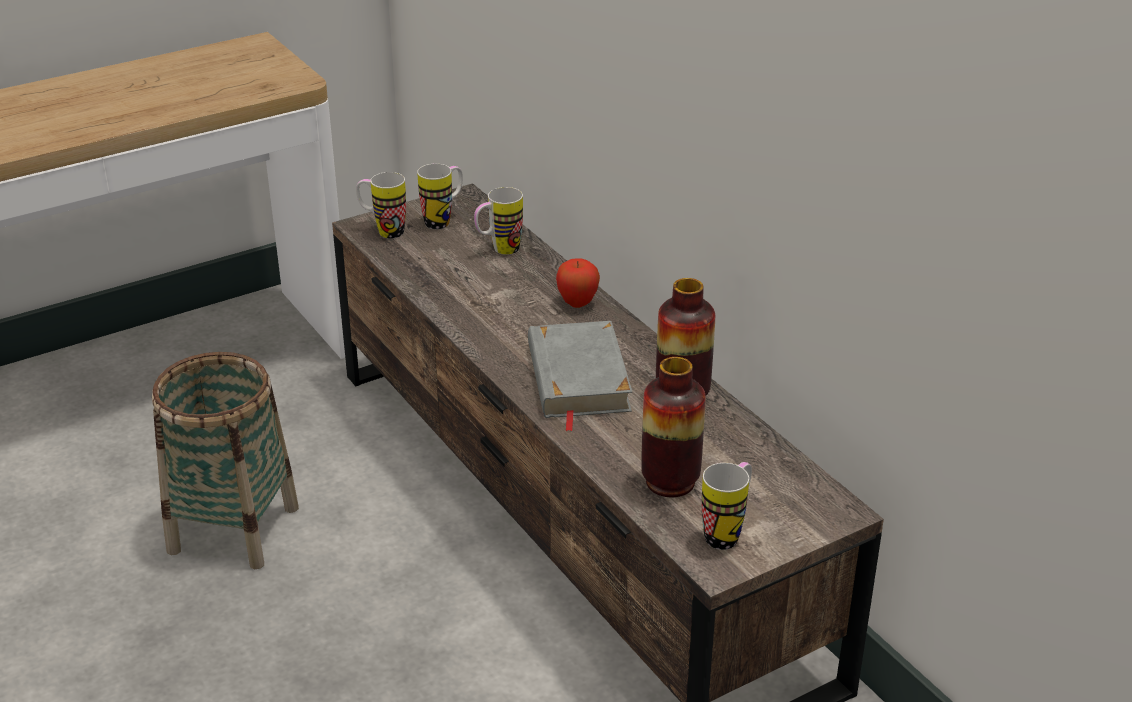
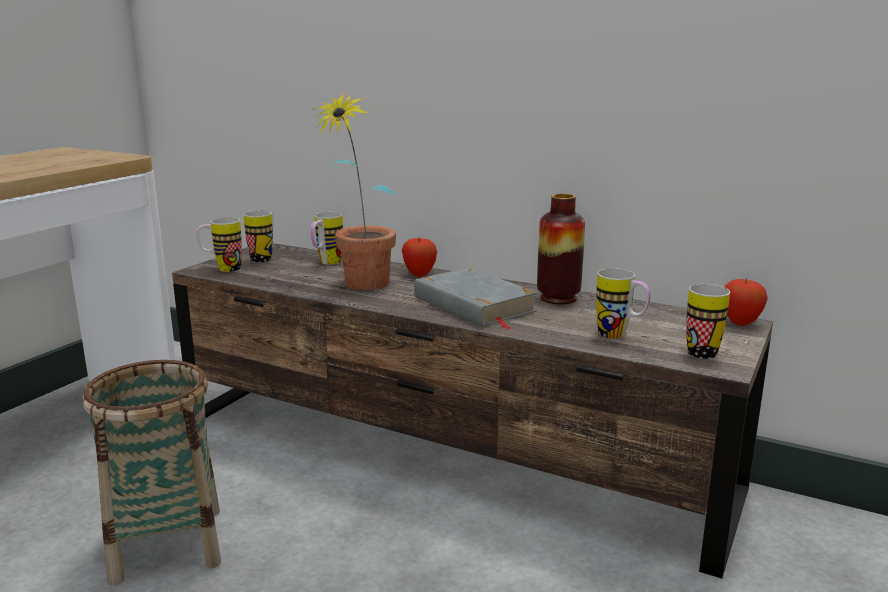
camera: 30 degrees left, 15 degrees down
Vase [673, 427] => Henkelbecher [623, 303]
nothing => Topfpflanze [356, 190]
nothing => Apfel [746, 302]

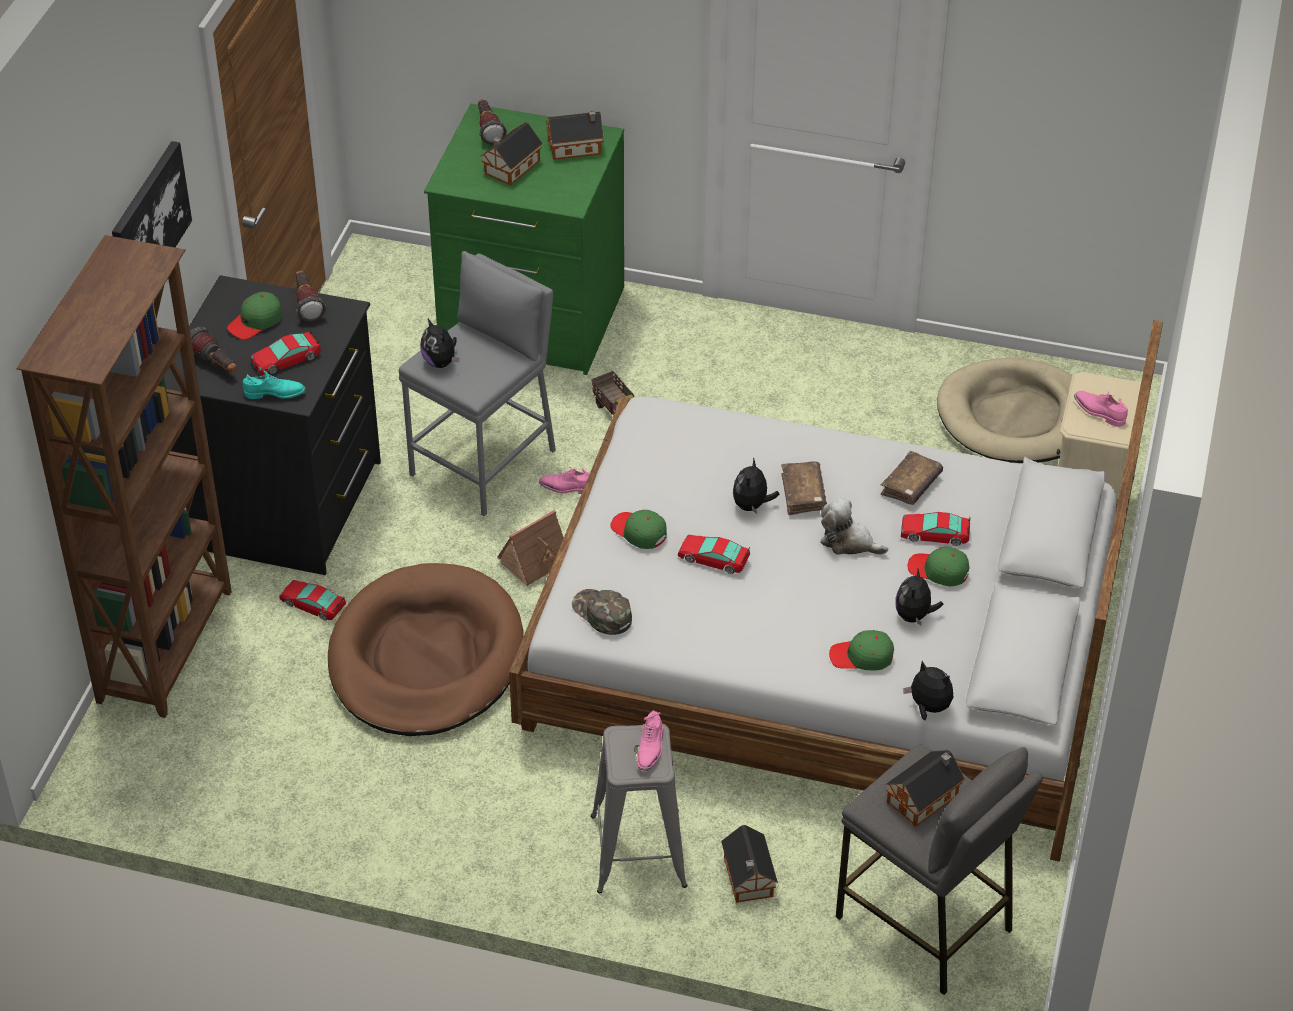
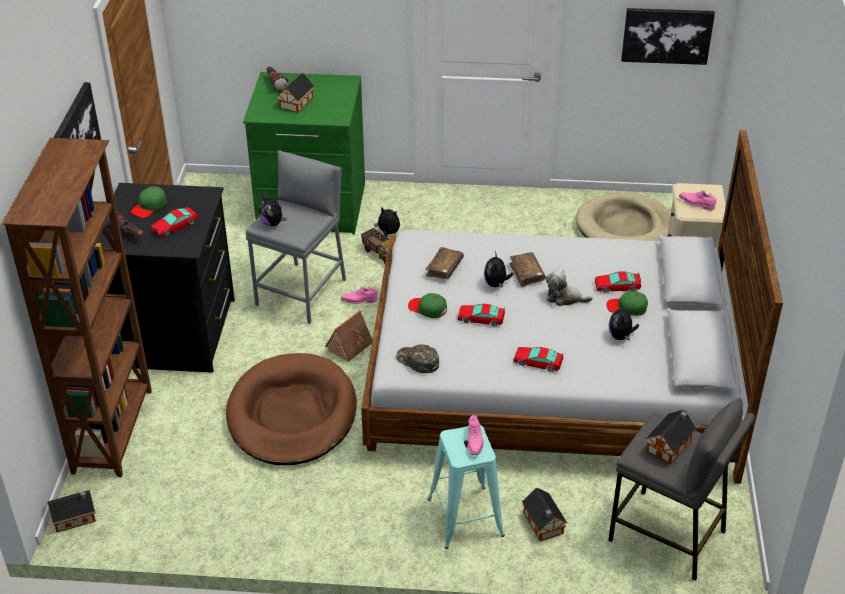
camera: 10 degrees left, 5 degrees down
Schuh (türkis) [274, 385] => nothing
Spielzeugauto [313, 600] => Spielzeugauto [538, 359], moved
Taschenlampe [310, 296] => nothing
Spielzeughaus [575, 135] => Spielzeughaus [72, 511], moved
Hocker (grau) [639, 808] => Hocker (türkis) [466, 487]
Kappe (grün) [861, 650] => nothing
Buch (braun) [912, 478] => Buch (braun) [444, 263], moved
Plüschtier [928, 690] => Plüschtier [387, 221], moved
nothing => Bild [668, 36]

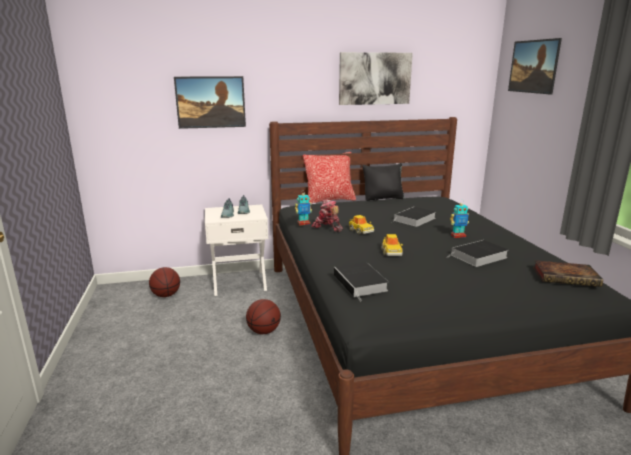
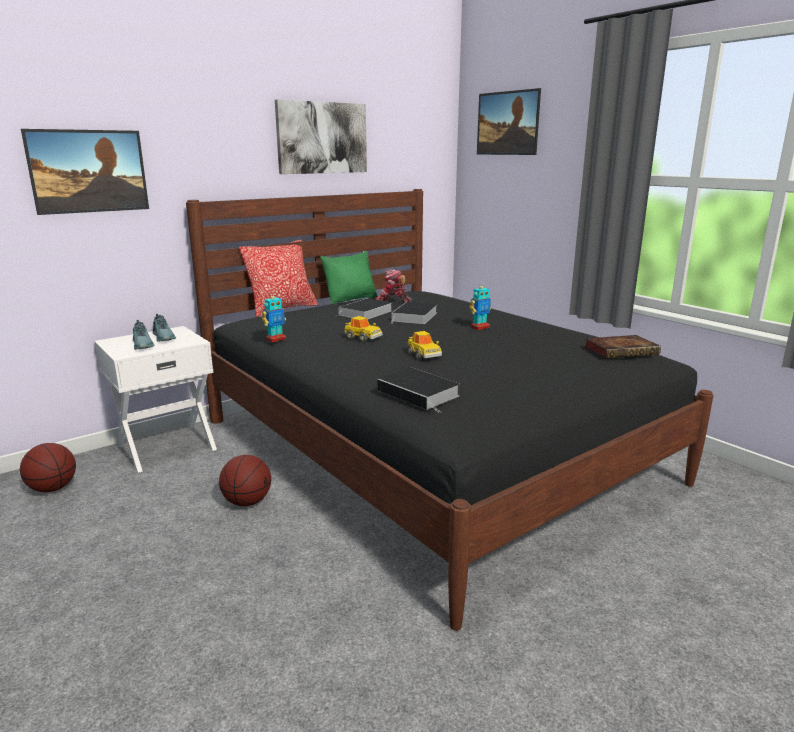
camera: 25 degrees left, 0 degrees up
Spielzeugroboter [327, 215] => Spielzeugroboter [394, 286], moved
Kissen (schwarz) [383, 182] => Kissen (grün) [349, 277]
Buch [477, 253] => Buch [363, 309], moved

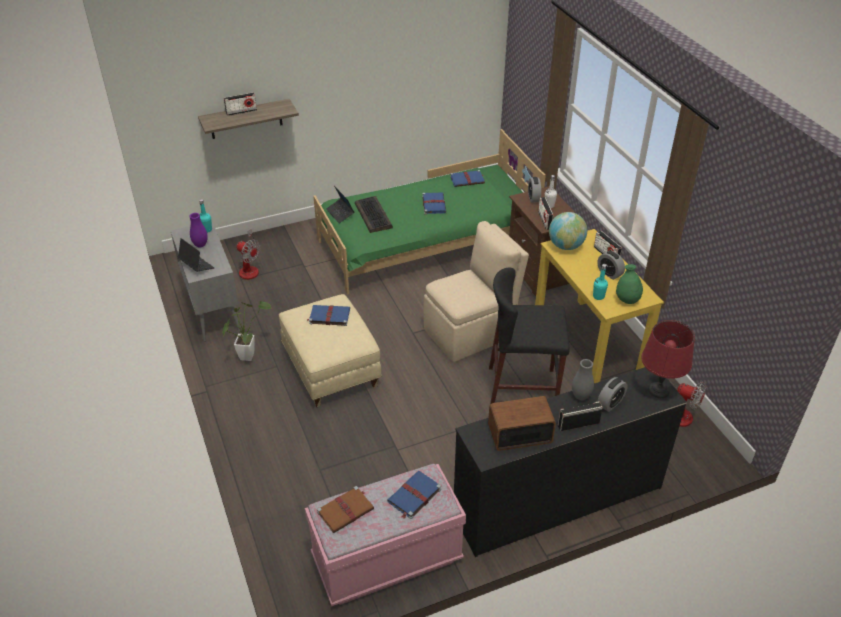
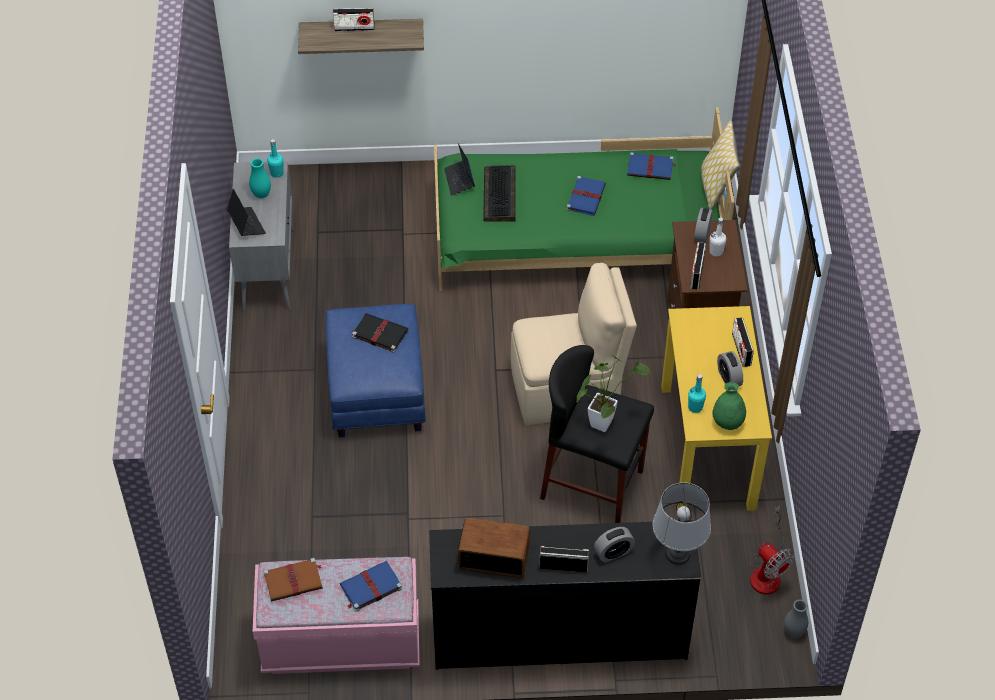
camera: 20 degrees right, 10 degrees up
Vase (lila) [198, 230] => Vase (türkis) [260, 178]
Topfpflanze [247, 331] => Topfpflanze [613, 393], moved
Ventilator [248, 254] => nothing
Polsterhocker (beige) [330, 350] => Polsterhocker (blau) [376, 370]
Buch (blau) [328, 315] => Buch (schwarz) [380, 333]
Globus [568, 231] => nothing
Vase (grau) [583, 379] => Vase (grau) [796, 618], moved
Tischlampe (rot) [668, 359] => Tischlampe (grau) [681, 523]
nothing => Kissen [720, 164]

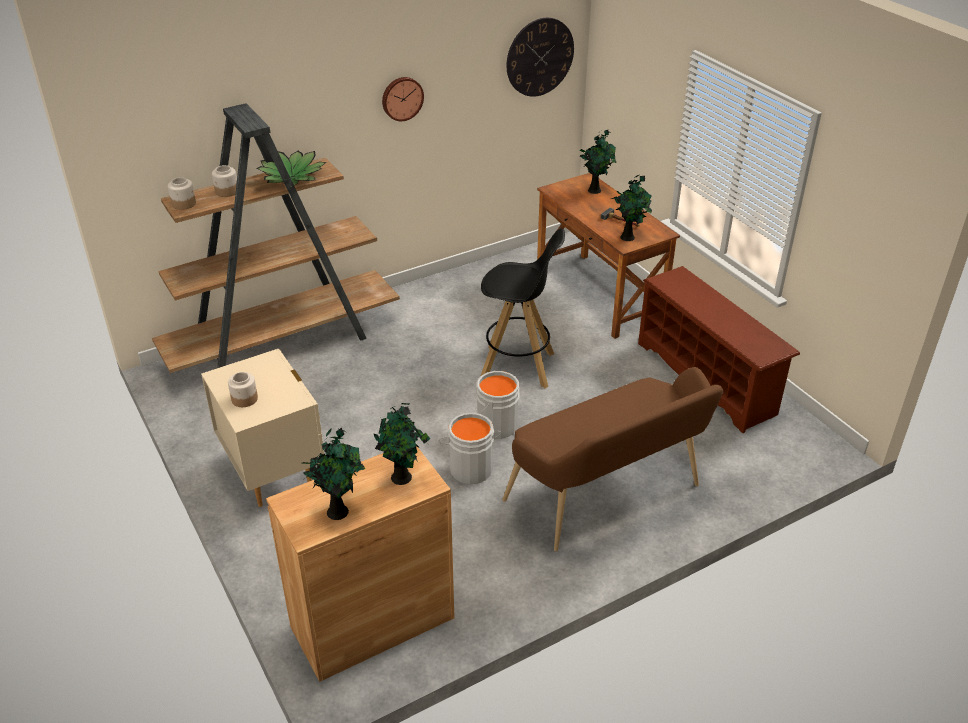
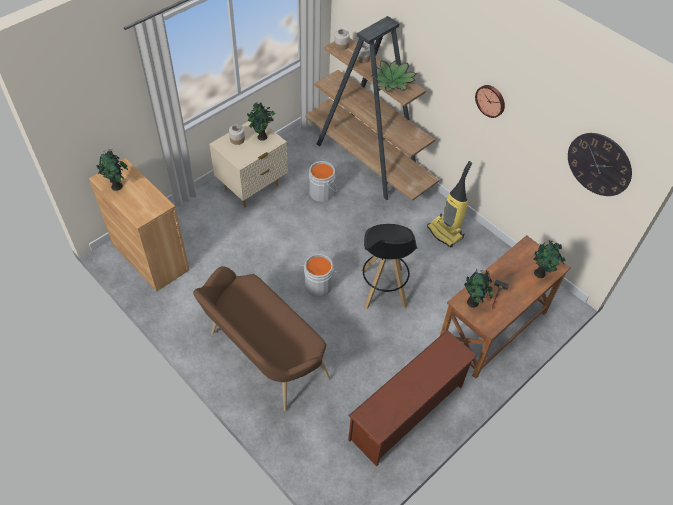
camera: 75 degrees right, 15 degrees up
Topfpflanze [402, 444] => Topfpflanze [261, 121], moved
Eimer (grau) [469, 448] => Eimer (grau) [323, 181], moved
nothing => Staubsauger [449, 204]

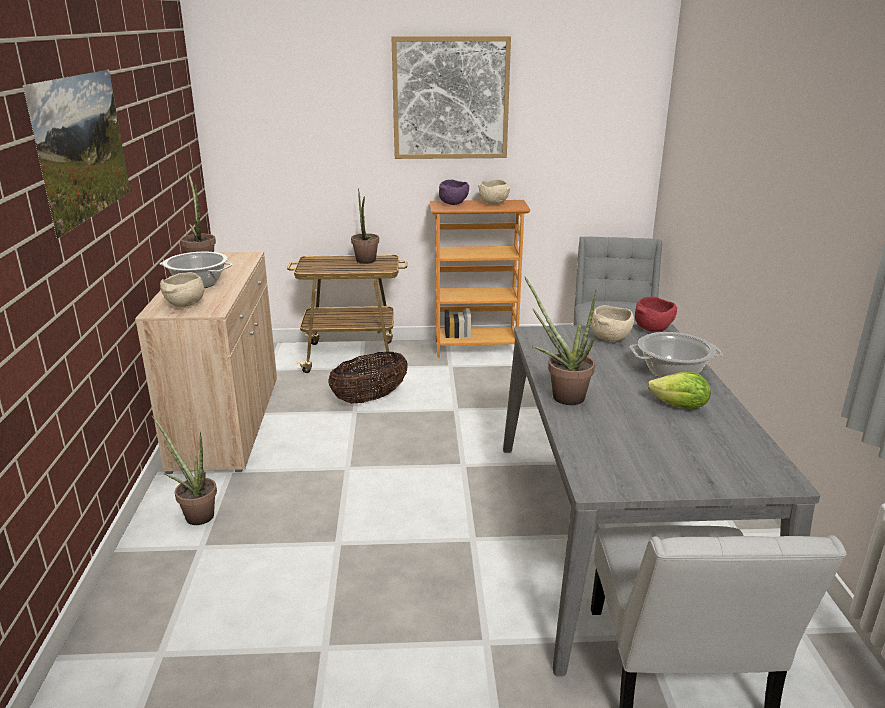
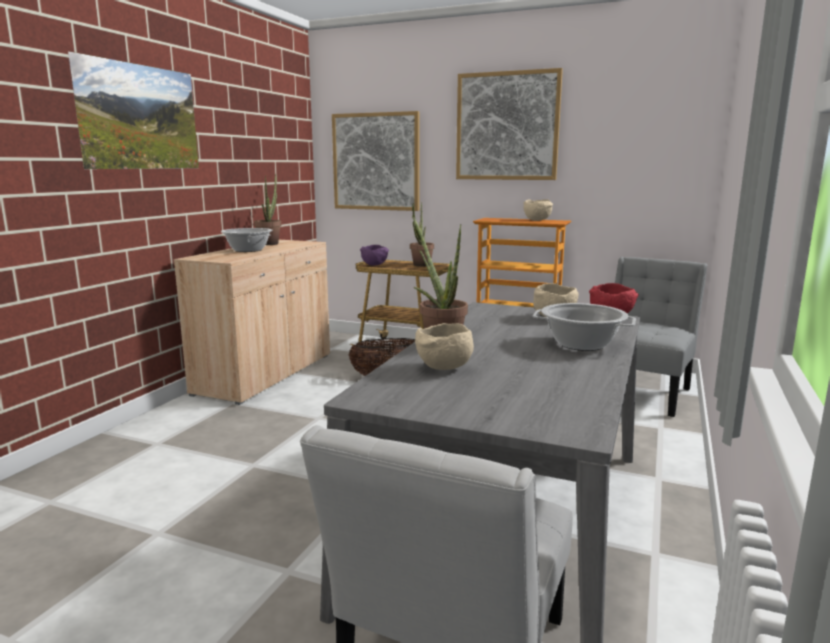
camera: 25 degrees right, 10 degrees down
Topfpflanze [184, 470] => nothing
Schüssel (beige) [182, 289] => Schüssel (beige) [444, 346], moved
Schüssel (lila) [454, 192] => Schüssel (lila) [374, 255], moved
Salatkopf [679, 390] => nothing
nothing => Bild [376, 161]

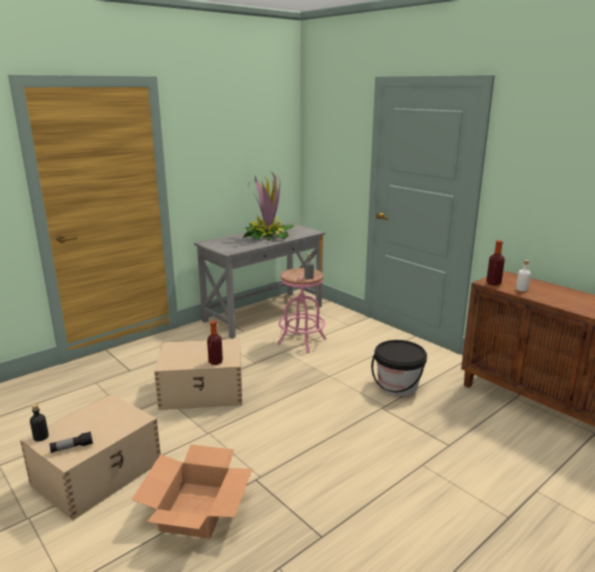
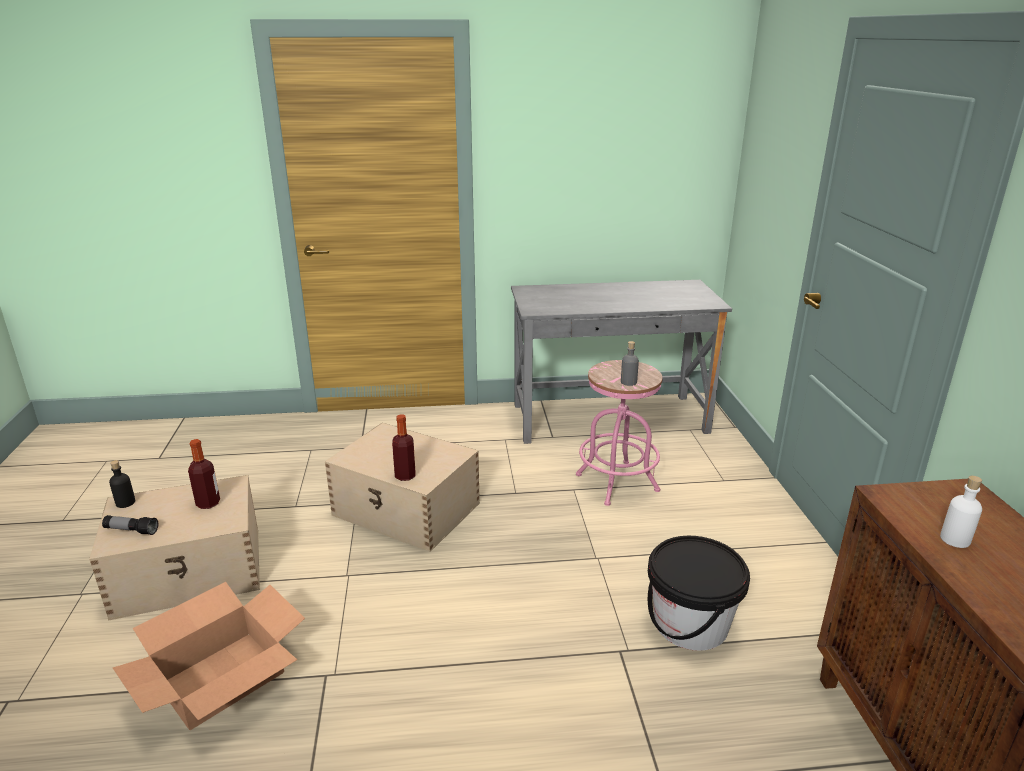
camera: 35 degrees right, 5 degrees up
Topfpflanze [268, 206] => nothing
Flasche [495, 263] => Flasche [204, 474], moved

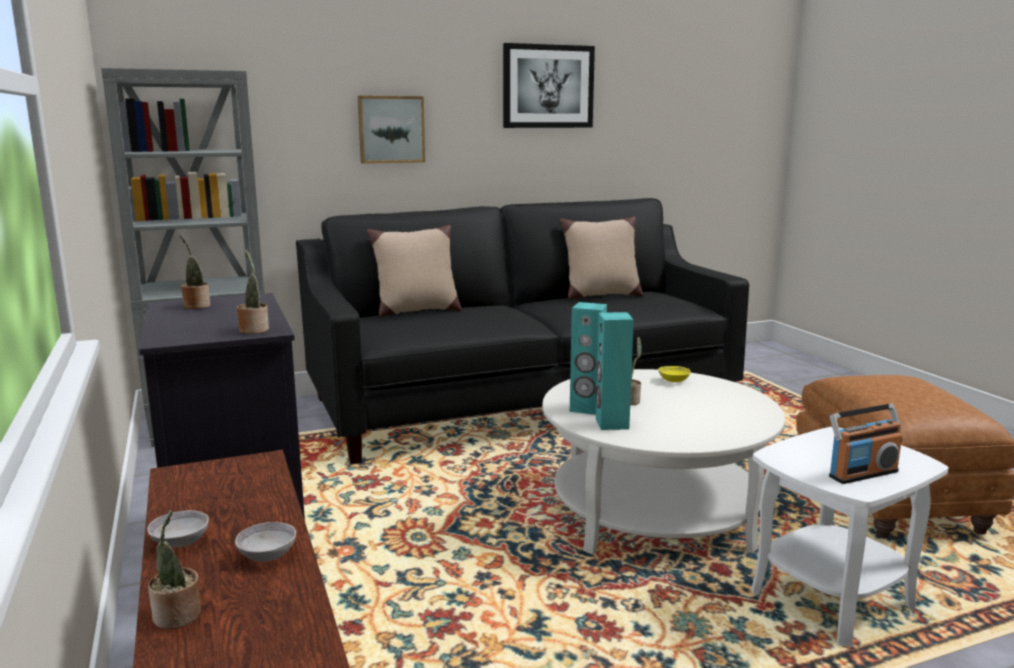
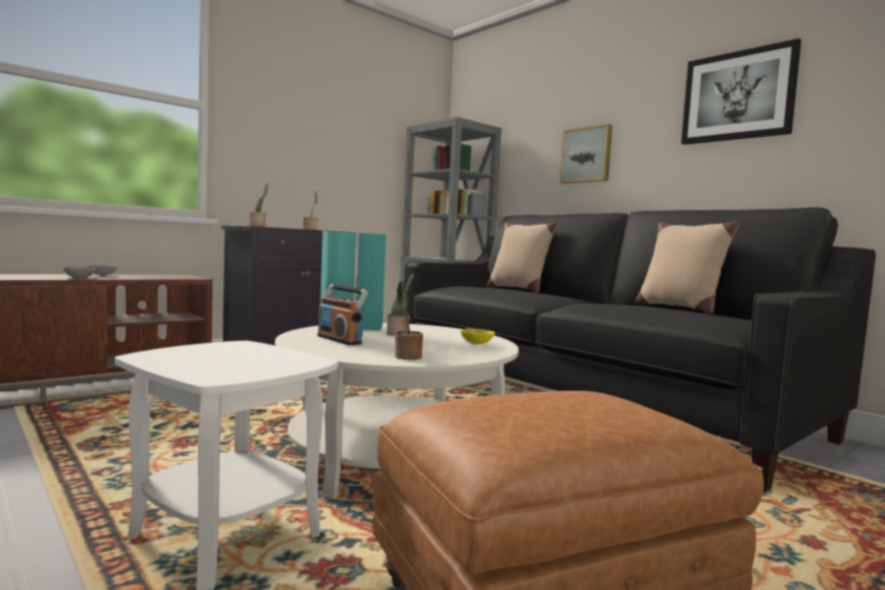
camera: 70 degrees right, 10 degrees down
Topfpflanze [174, 569] => Topfpflanze [409, 320], moved
Radio [865, 443] => Radio [342, 314], moved

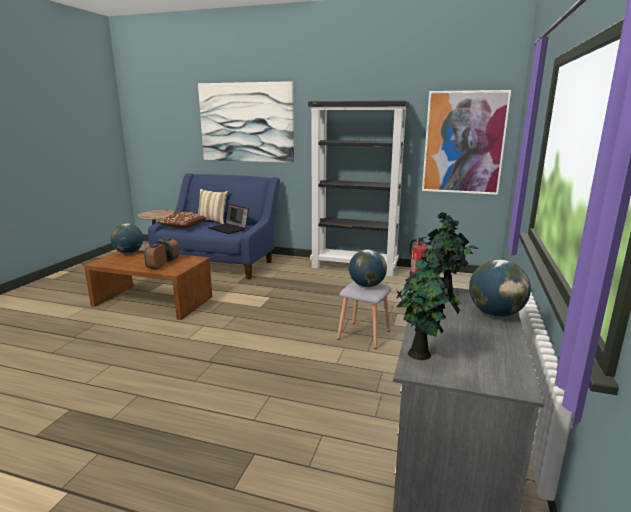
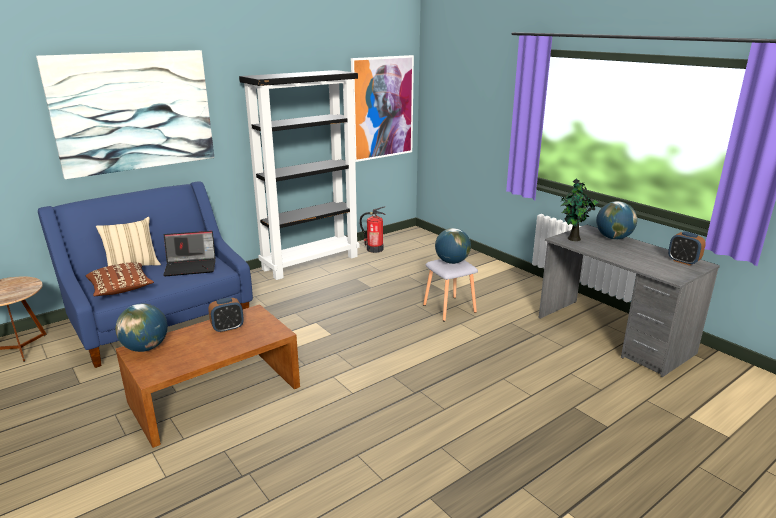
camera: 55 degrees left, 5 degrees up
Wecker [155, 256] => Wecker [687, 248], moved
Topfpflanze [428, 305] => nothing

